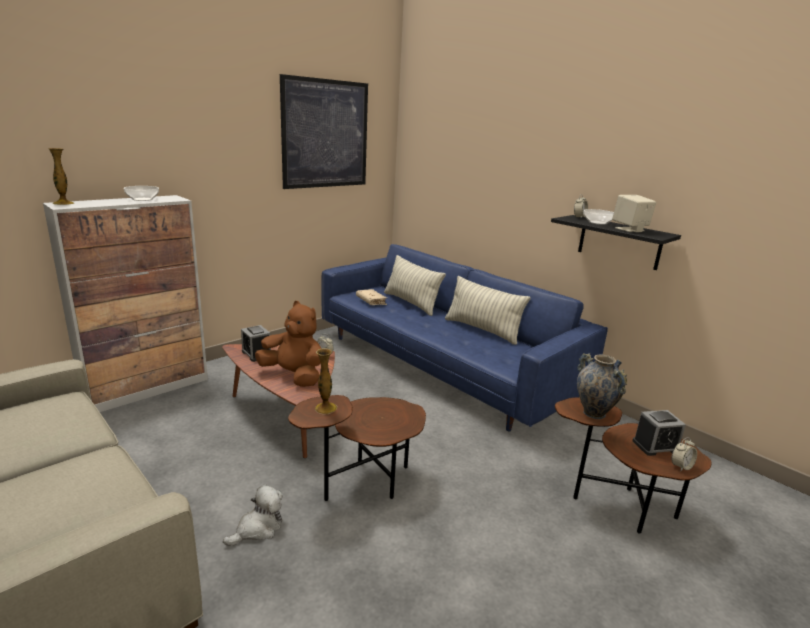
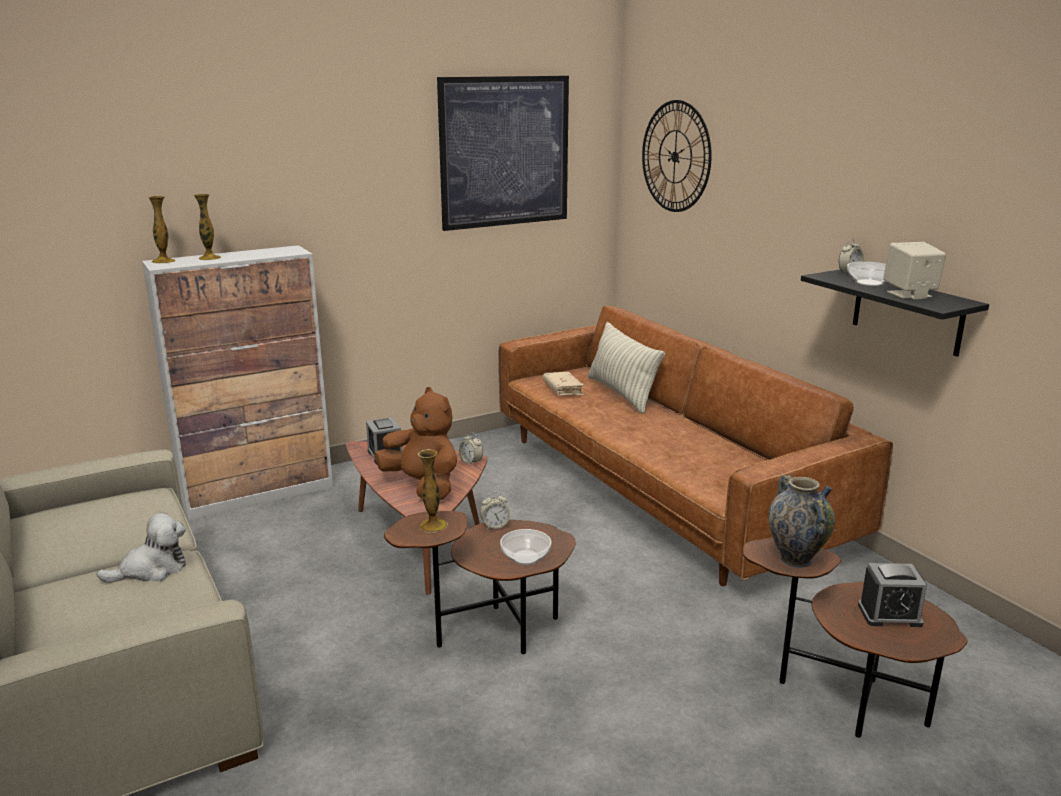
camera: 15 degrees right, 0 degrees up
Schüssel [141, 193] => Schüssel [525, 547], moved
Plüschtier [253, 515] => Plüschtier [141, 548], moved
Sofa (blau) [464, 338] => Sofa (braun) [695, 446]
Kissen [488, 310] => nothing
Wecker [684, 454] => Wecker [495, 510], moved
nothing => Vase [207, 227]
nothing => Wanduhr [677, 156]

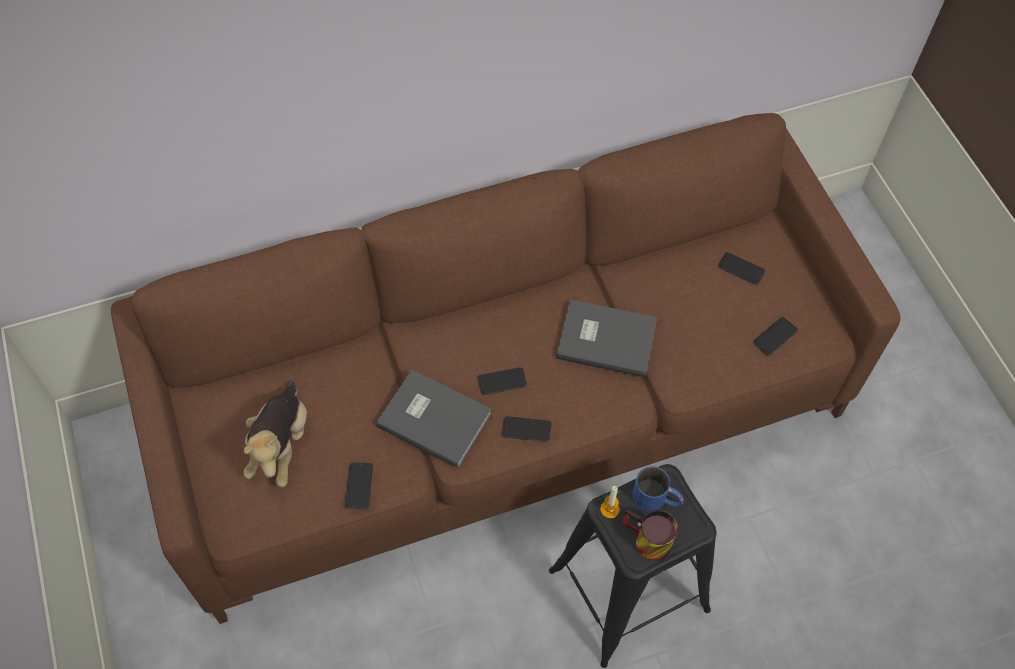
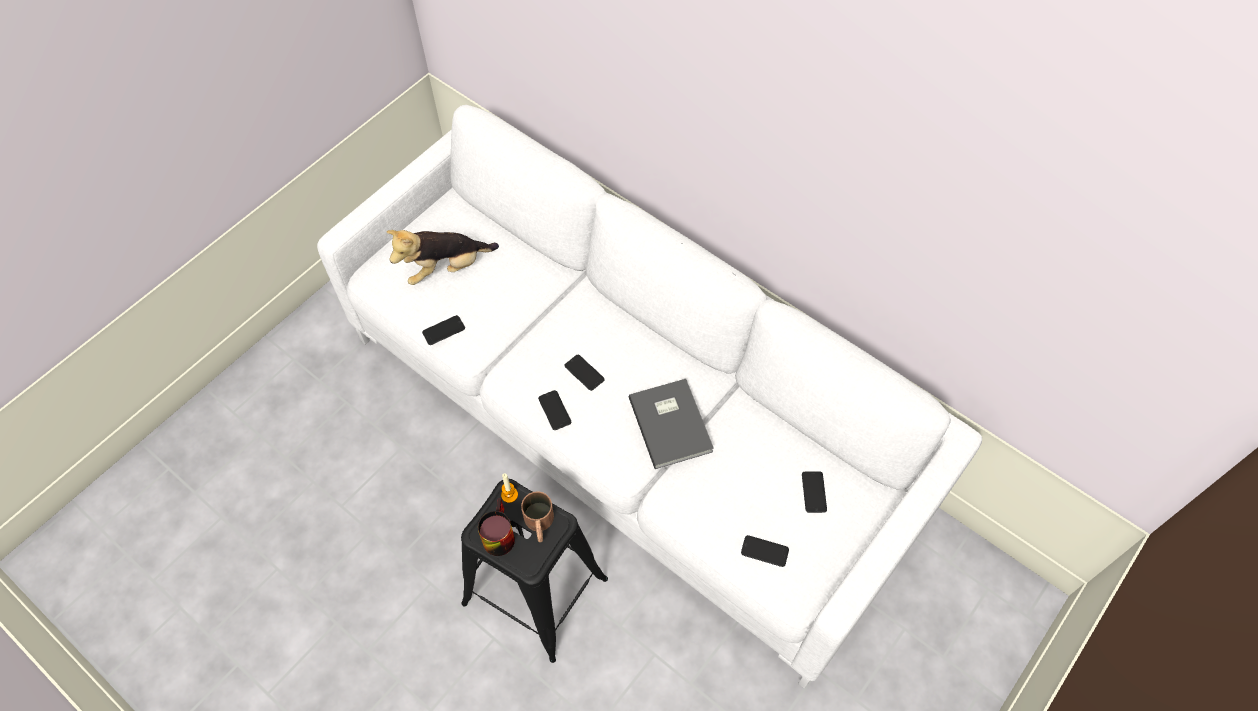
camera: 60 degrees right, 0 degrees up
Sofa (braun) [506, 368] => Sofa (weiß) [649, 396]
Buch (grau) [434, 418] => nothing
Henkelbecher (blau) [658, 488] => Henkelbecher (braun) [537, 516]

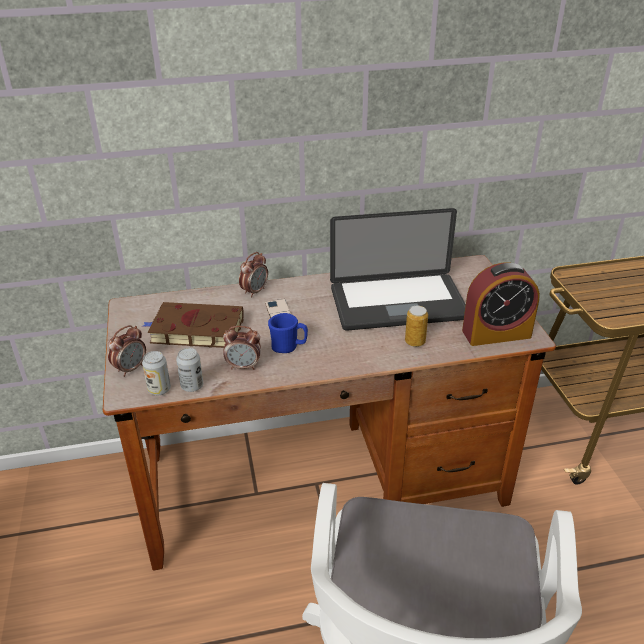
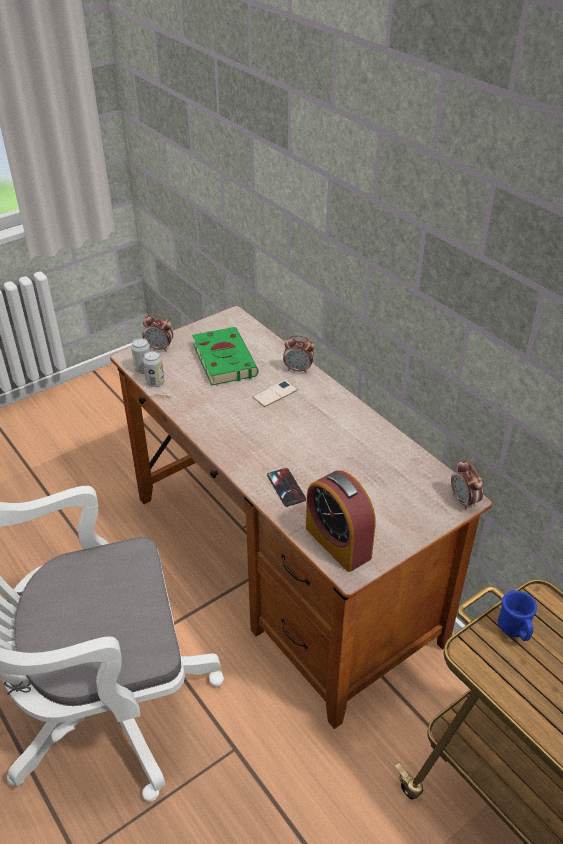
camera: 65 degrees right, 5 degrees up
Buch (braun) [193, 325] => Buch (grün) [225, 356]
Wecker [242, 348] => Wecker [467, 484], moved
Henkelbecher (blau) [288, 333] => Henkelbecher (blau) [517, 615], moved
Laptop [398, 269] => nothing
Dose [416, 326] => Handy [286, 487]

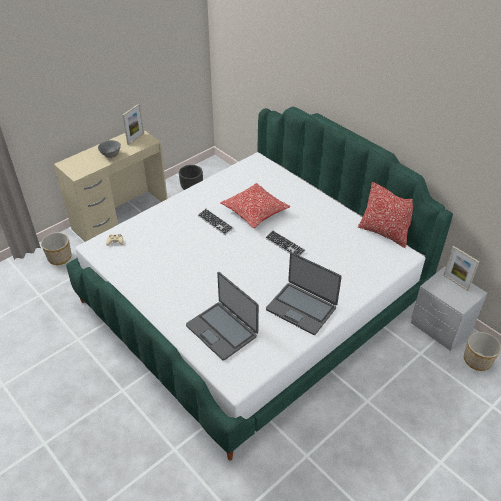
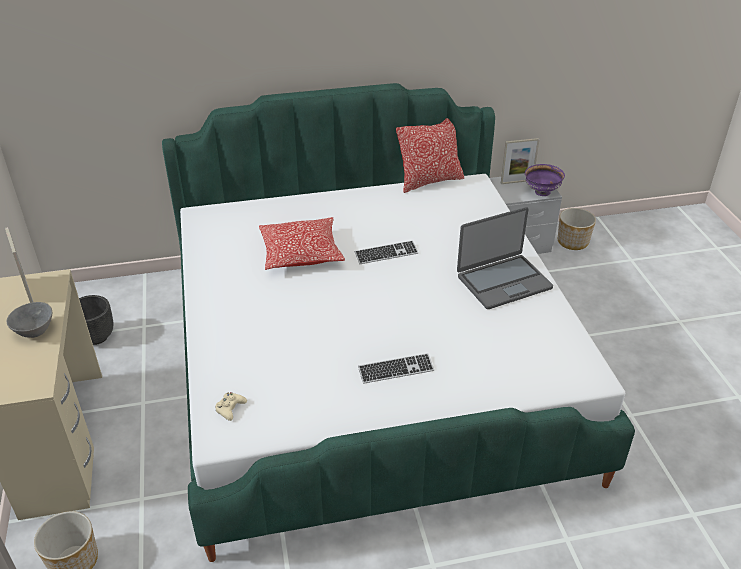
camera: 60 degrees left, 5 degrees down
Laptop [222, 316] => nothing
Tastatur [216, 222] => Tastatur [396, 368], moved
nothing => Schüssel (lila) [545, 180]

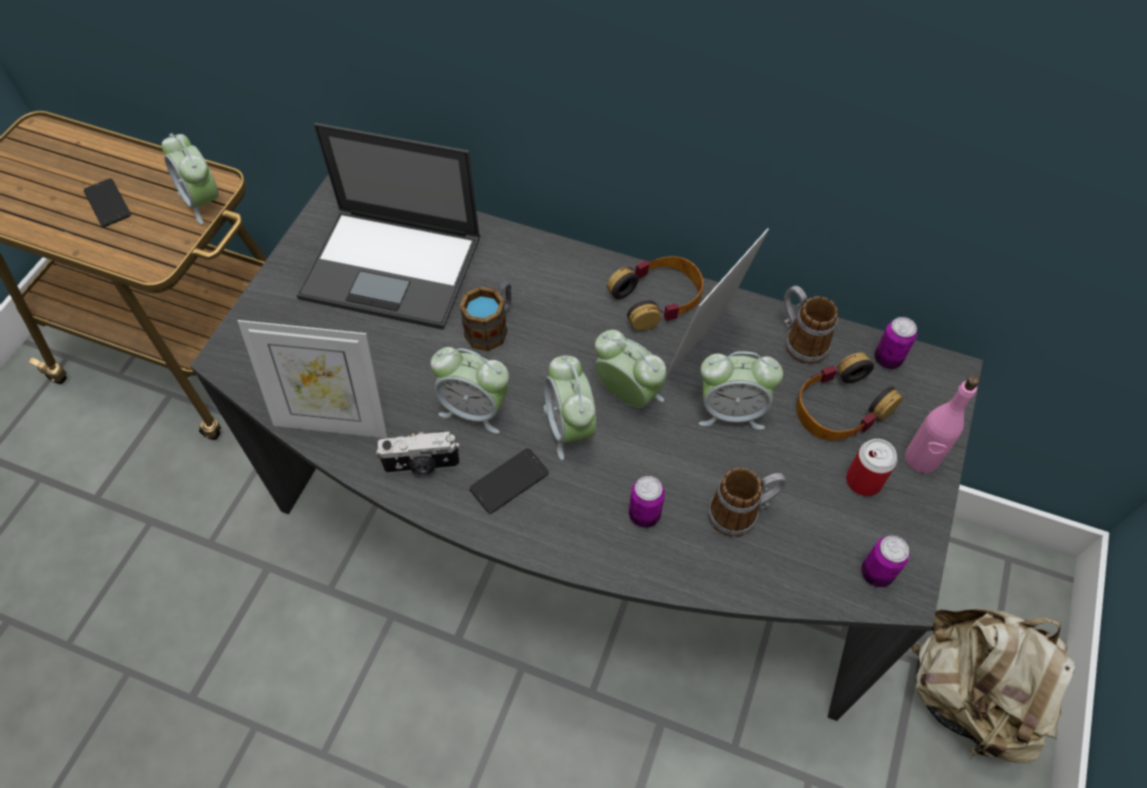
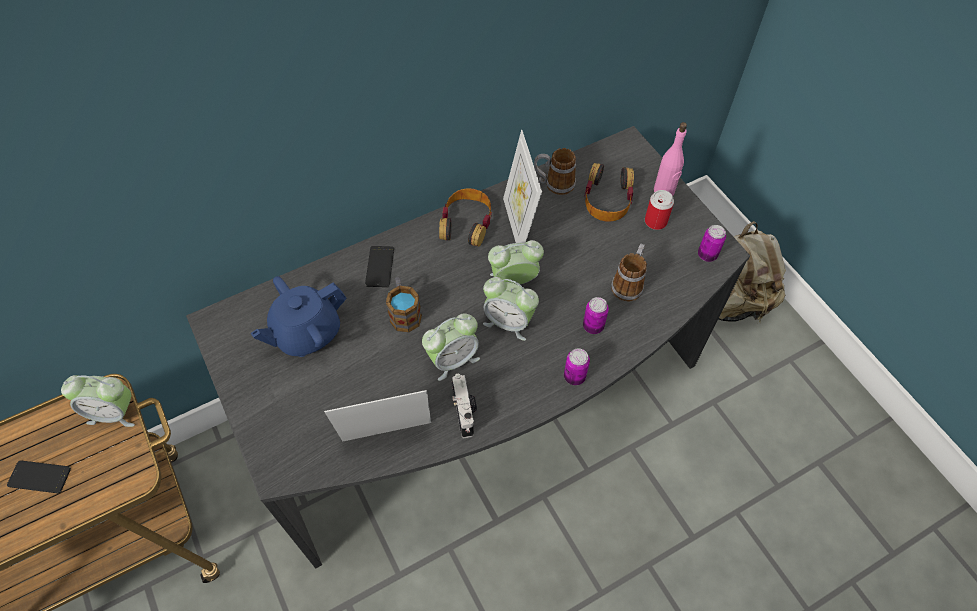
camera: 50 degrees left, 0 degrees up
Bilderrahmen [313, 379] => Bilderrahmen [377, 415], 150 degrees counterclockwise
Laptop [388, 226] => Teekanne (blau) [298, 316]
Kamera [418, 453] => Kamera [464, 406], 45 degrees counterclockwise
Handy [509, 481] => Handy [379, 266], moved
Wecker [741, 390] => nothing
Dose [896, 343] => Dose [577, 366], moved

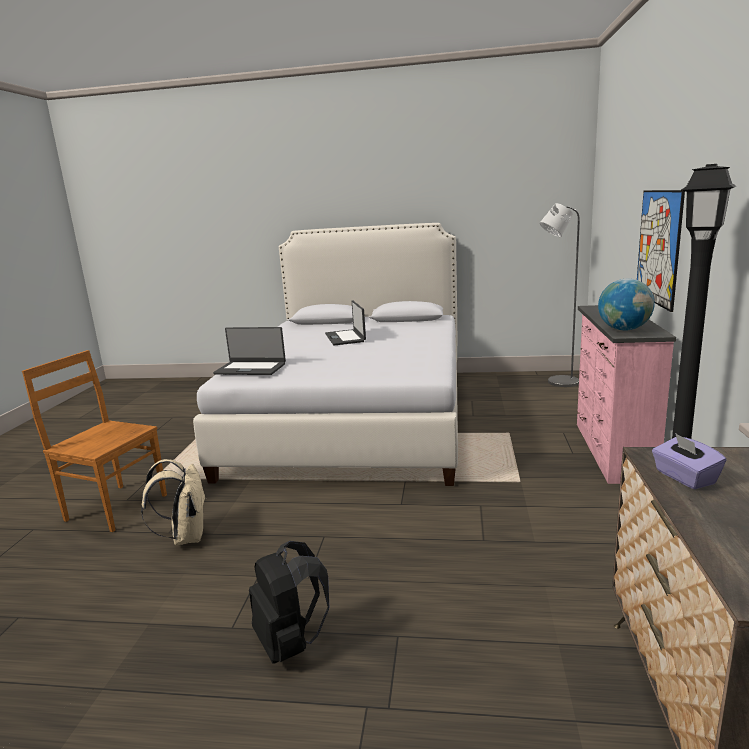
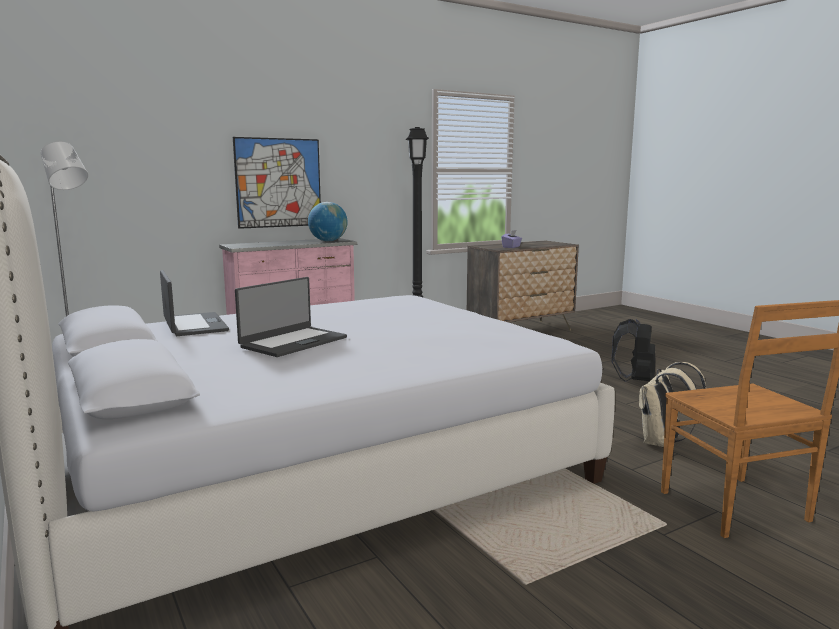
camera: 130 degrees left, 5 degrees down
Laptop [249, 351] => Laptop [194, 303], moved

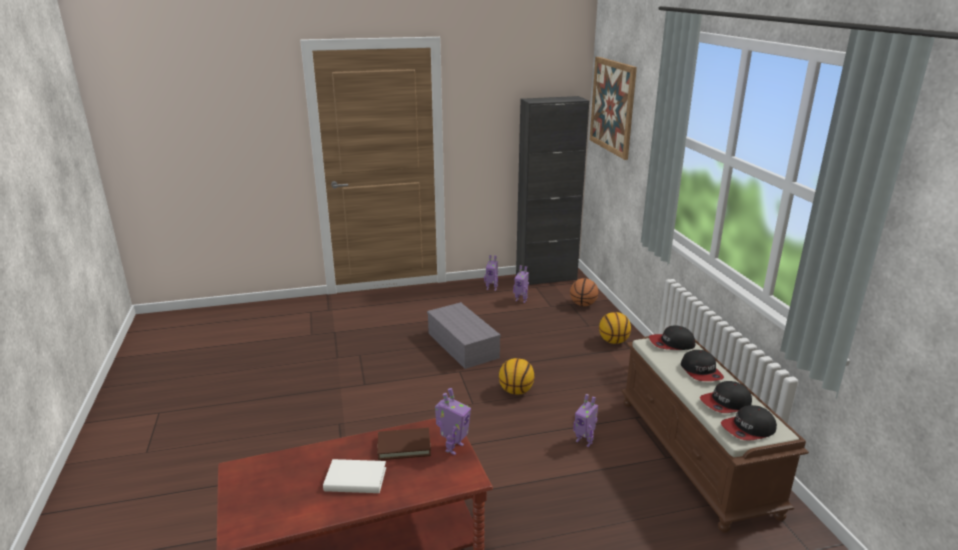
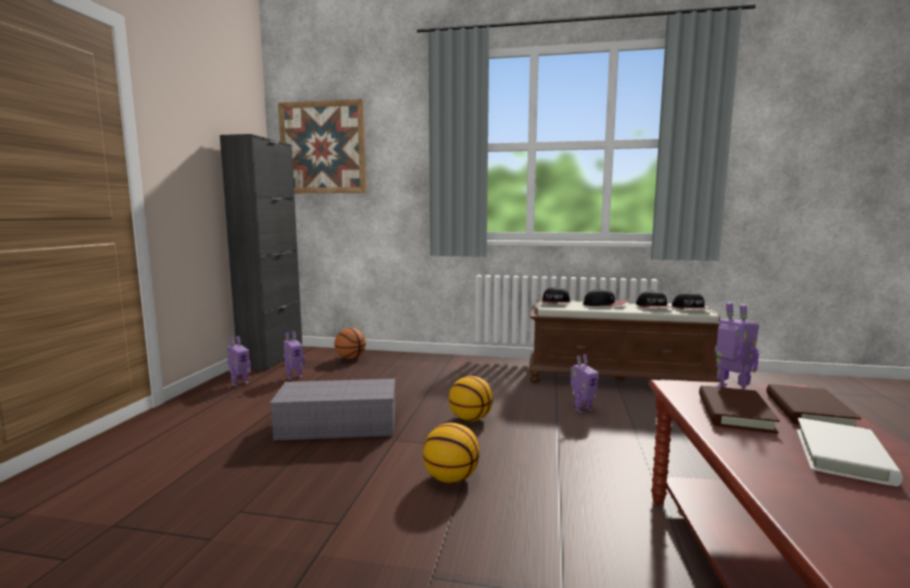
camera: 65 degrees left, 15 degrees down
Basketball [615, 328] => Basketball [451, 453], moved
nothing => Buch (braun) [814, 405]

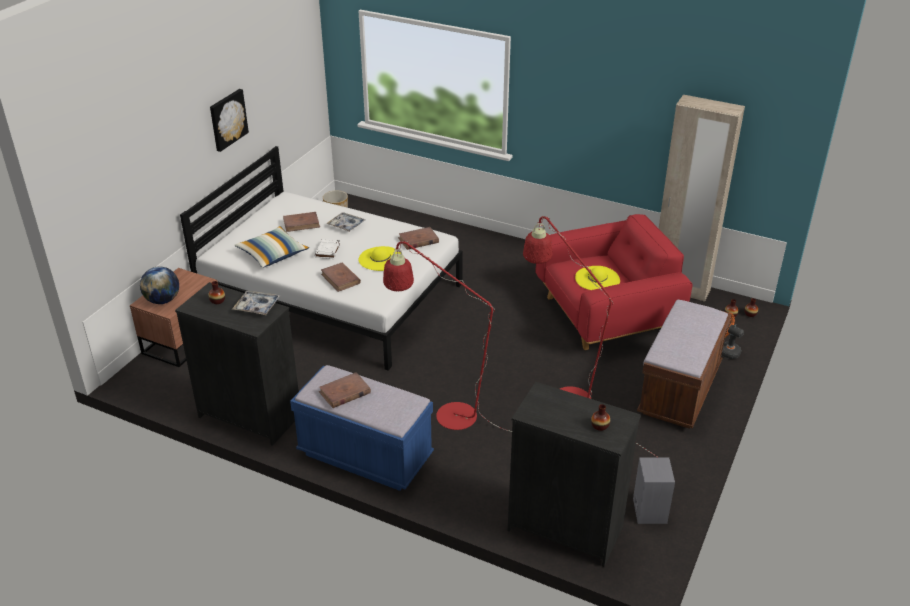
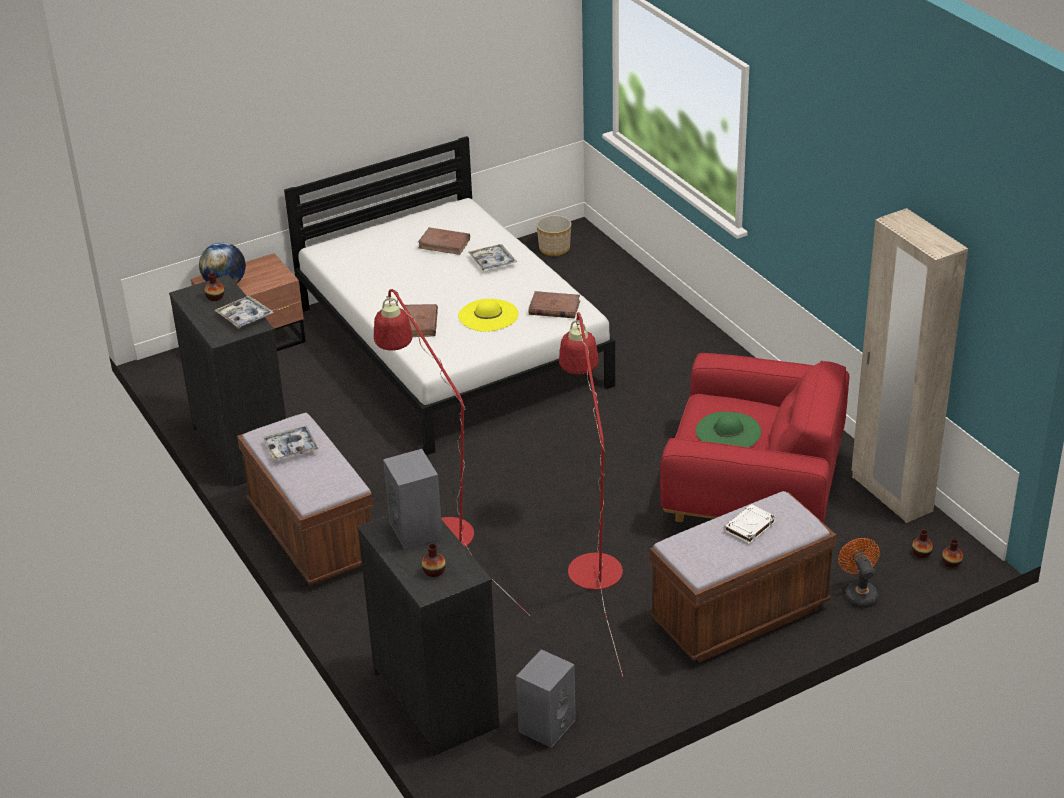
camera: 35 degrees right, 0 degrees up
Bild [229, 120] => nothing
Kissen [271, 247] => nothing
Bank (blau) [362, 428] => Bank (braun) [305, 499]
Buch (weiß) [327, 249] => Buch (weiß) [750, 524], moved
Buch (braun) [345, 390] => Tablett [290, 443]
Hut (gelb) [597, 278] => Hut (grün) [728, 429]
nothing => Lautsprecher (grau) [413, 499]

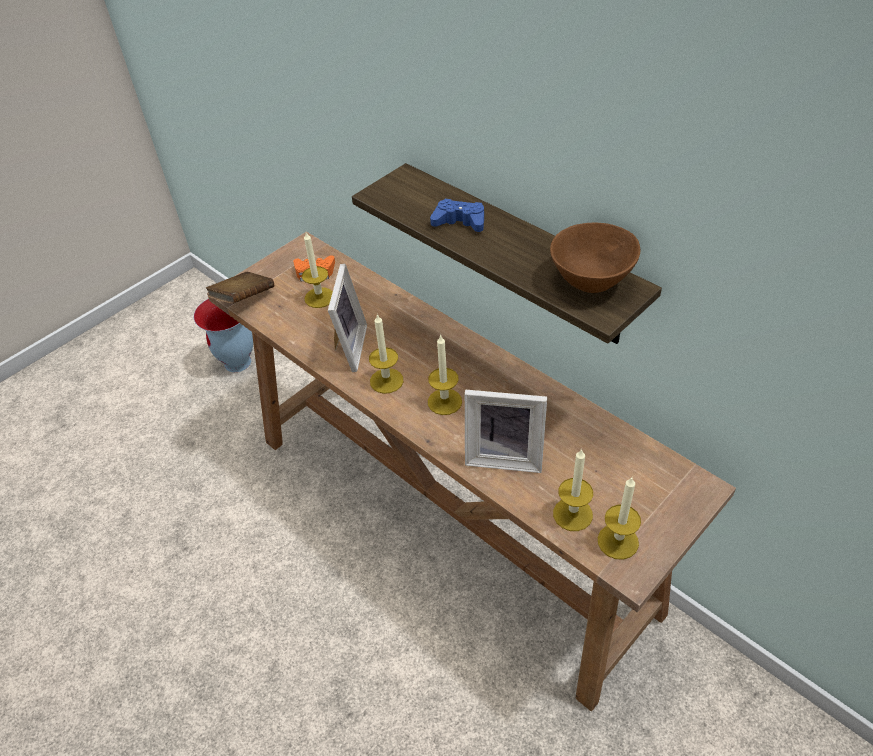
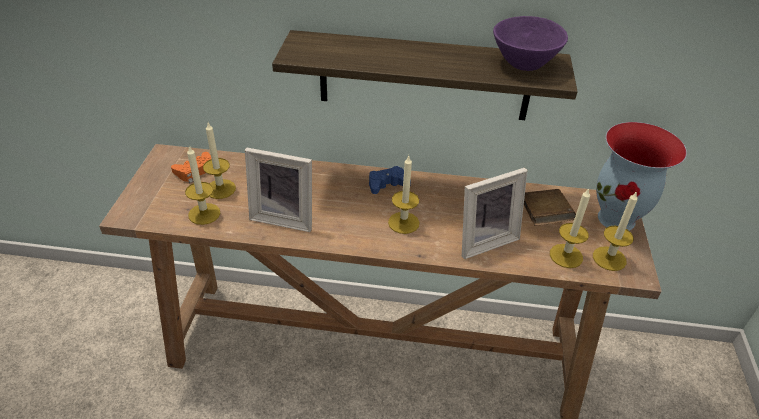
camera: 40 degrees left, 5 degrees down
Vase [223, 335] => Vase [641, 176], moved
Buch (braun) [240, 288] => Buch (braun) [550, 207], moved
Bilderrahmen [347, 318] => Bilderrahmen [278, 190], 135 degrees clockwise
Kerze [386, 354] => Kerze [202, 185], moved
Gamepad (blau) [457, 215] => Gamepad (blau) [390, 180], moved
Schüssel (braun) [595, 258] => Schüssel (lila) [530, 43]

